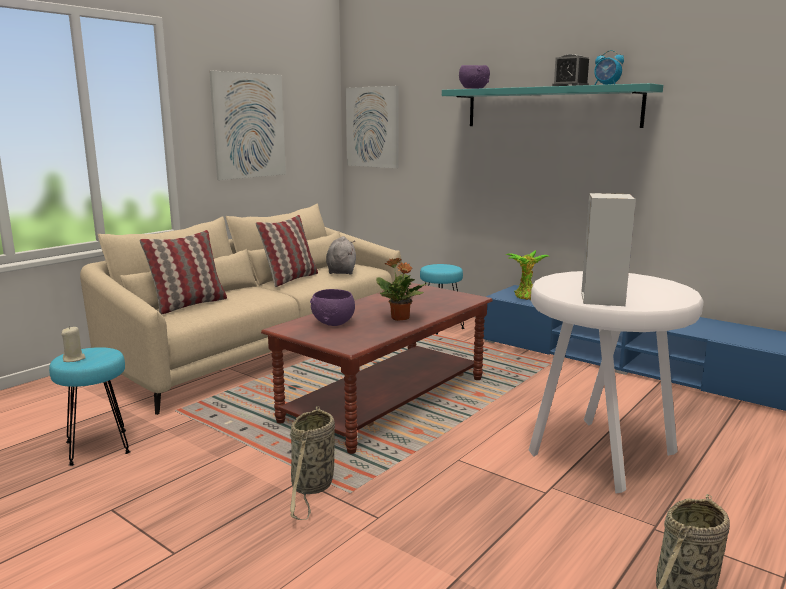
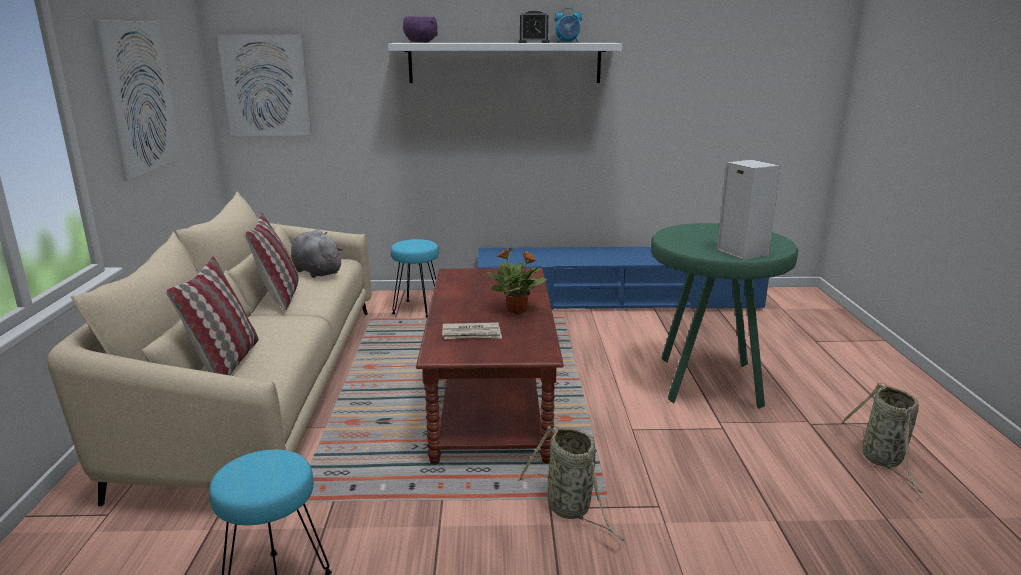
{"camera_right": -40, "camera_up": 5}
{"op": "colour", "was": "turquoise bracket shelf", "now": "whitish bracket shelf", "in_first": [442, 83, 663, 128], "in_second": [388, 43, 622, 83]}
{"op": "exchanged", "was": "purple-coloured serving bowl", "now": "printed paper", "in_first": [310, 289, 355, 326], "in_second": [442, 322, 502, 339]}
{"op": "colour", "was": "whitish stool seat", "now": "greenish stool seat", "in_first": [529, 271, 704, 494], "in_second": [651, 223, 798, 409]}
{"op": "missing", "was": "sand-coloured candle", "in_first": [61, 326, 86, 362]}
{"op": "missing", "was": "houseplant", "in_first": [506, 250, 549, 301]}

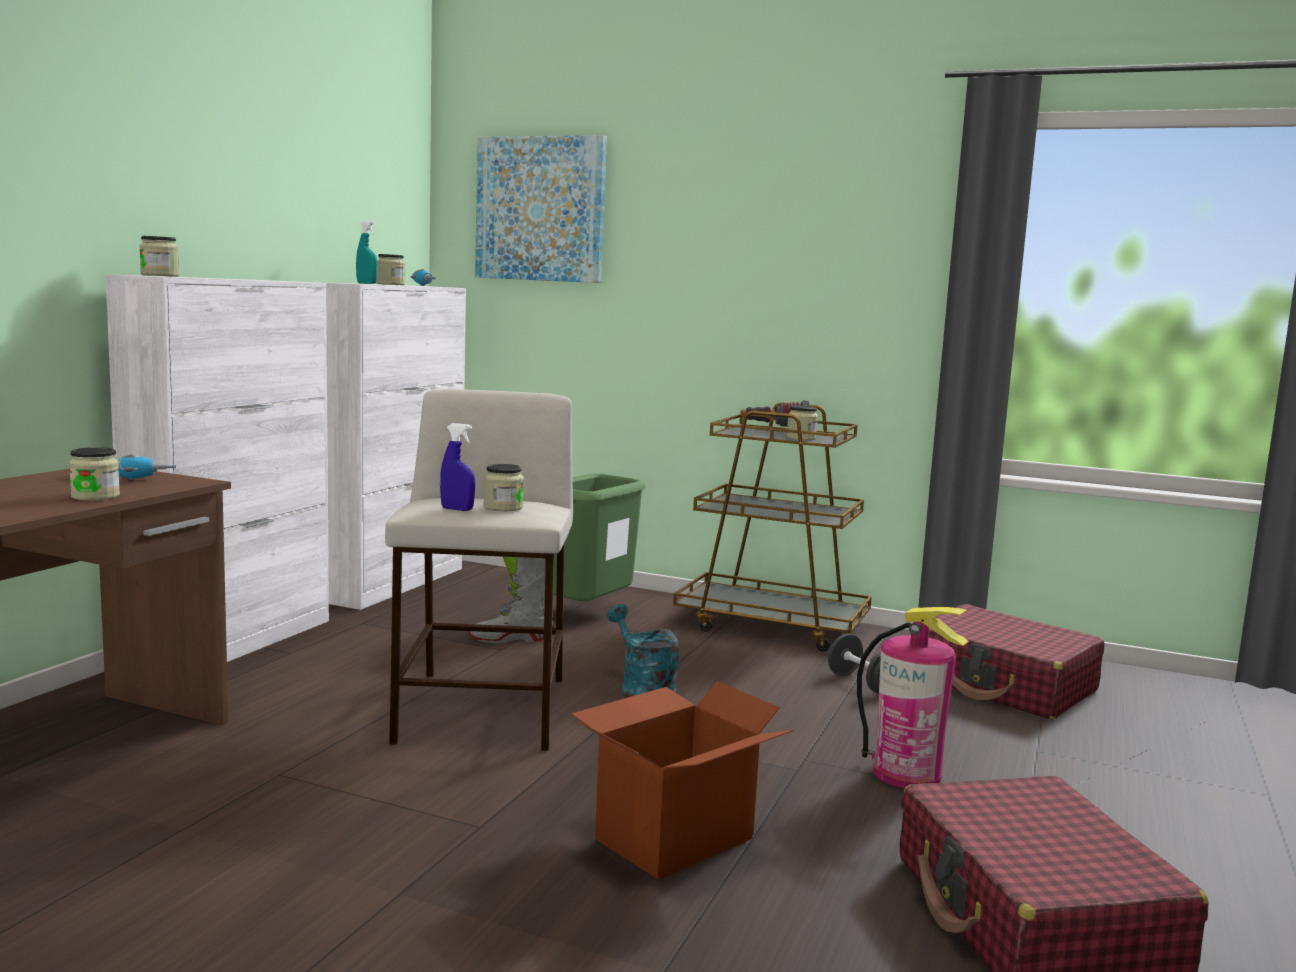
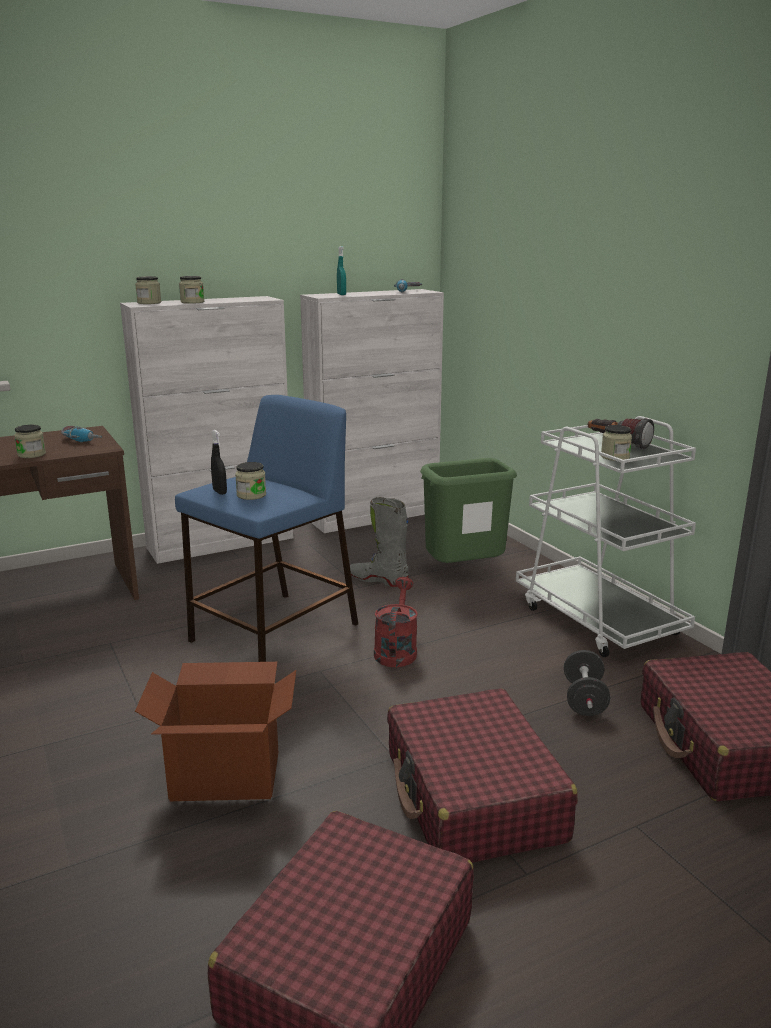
{"camera_right": 40, "camera_up": 10}
{"op": "colour", "was": "sand-coloured stool seat", "now": "bluish stool seat", "in_first": [385, 389, 573, 751], "in_second": [175, 395, 358, 662]}
{"op": "relocated", "was": "preserve jar", "in_first": [377, 254, 405, 285], "in_second": [179, 276, 204, 304]}
{"op": "colour", "was": "bluish sprayer", "now": "blackish sprayer", "in_first": [440, 423, 475, 511], "in_second": [211, 430, 227, 495]}
{"op": "colour", "was": "turquoise watering pot", "now": "reddish watering pot", "in_first": [607, 604, 679, 698], "in_second": [374, 577, 418, 667]}
{"op": "exchanged", "was": "fire extinguisher", "now": "reddish suitcase", "in_first": [857, 607, 969, 789], "in_second": [387, 688, 578, 863]}
{"op": "colour", "was": "brown-coloured trolley", "now": "whitish trolley", "in_first": [673, 402, 872, 651], "in_second": [516, 416, 696, 657]}
{"op": "missing", "was": "wall picture", "in_first": [475, 135, 607, 283]}

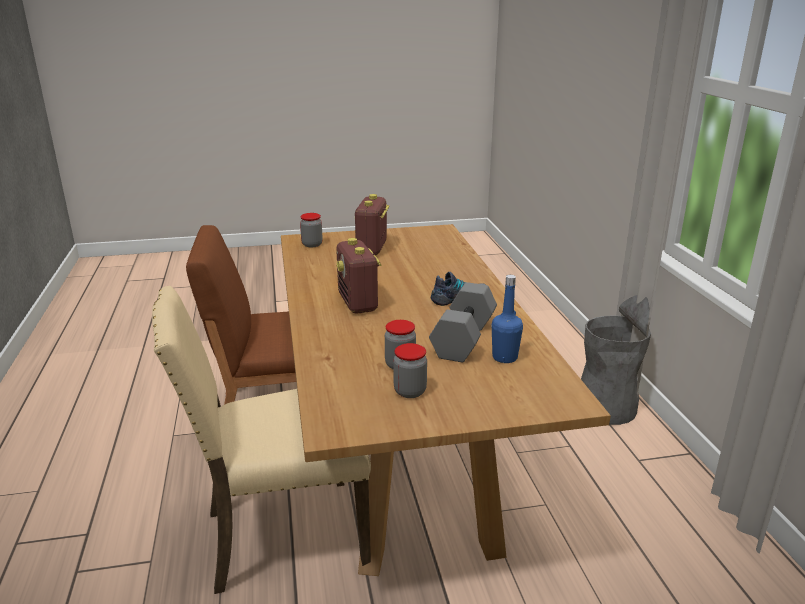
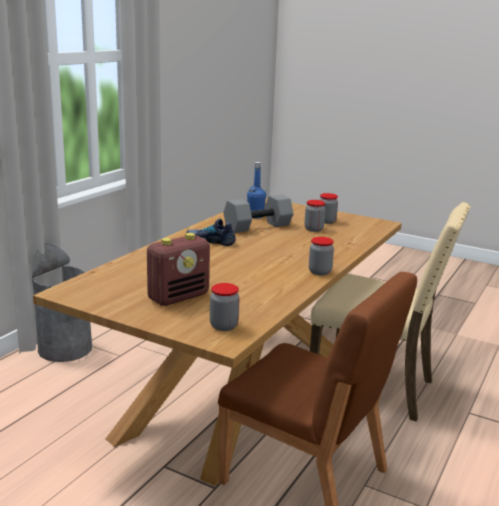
{"camera_right": -140, "camera_up": -5}
{"op": "appeared", "now": "preserve jar", "in_second": [309, 237, 334, 275]}
{"op": "missing", "was": "radio", "in_first": [336, 238, 382, 314]}

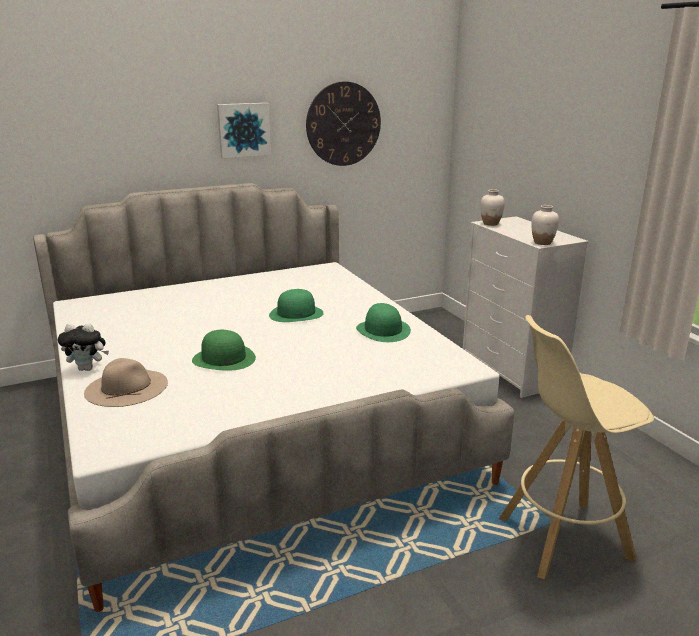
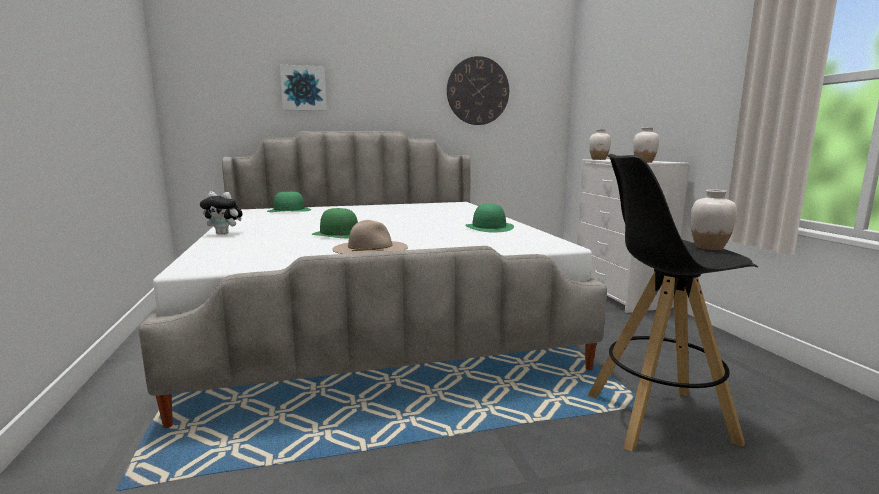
{"camera_right": 10, "camera_up": -10}
{"op": "relocated", "was": "greenish clothing hat", "in_first": [269, 289, 324, 322], "in_second": [267, 191, 311, 212]}
{"op": "relocated", "was": "wall picture", "in_first": [217, 103, 271, 158], "in_second": [280, 65, 327, 111]}
{"op": "relocated", "was": "sand-coloured clothing hat", "in_first": [84, 358, 168, 407], "in_second": [332, 220, 408, 254]}
{"op": "colour", "was": "sand-coloured stool seat", "now": "blackish stool seat", "in_first": [499, 315, 654, 580], "in_second": [587, 154, 758, 452]}
{"op": "appeared", "now": "whitish flower vase", "in_second": [690, 189, 737, 250]}

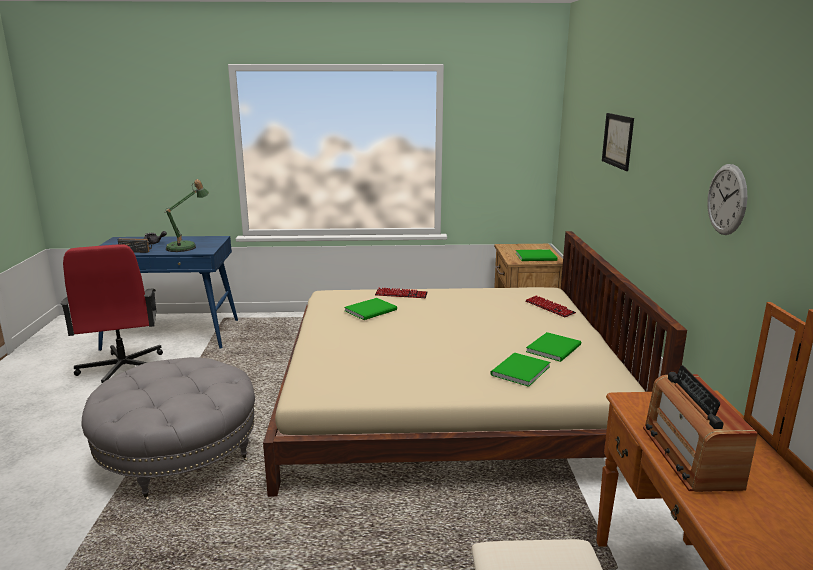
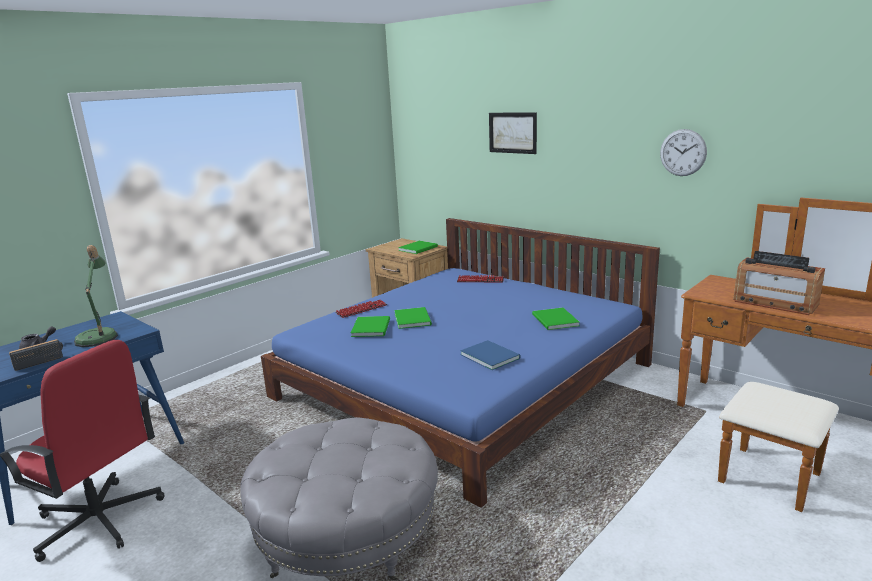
{"camera_right": -45, "camera_up": 0}
{"op": "colour", "was": "sand-coloured bed", "now": "bluish bed", "in_first": [263, 231, 687, 497], "in_second": [261, 218, 660, 508]}
{"op": "relocated", "was": "greenish book", "in_first": [526, 332, 581, 362], "in_second": [394, 307, 432, 329]}
{"op": "appeared", "now": "bluish book", "in_second": [460, 340, 521, 370]}

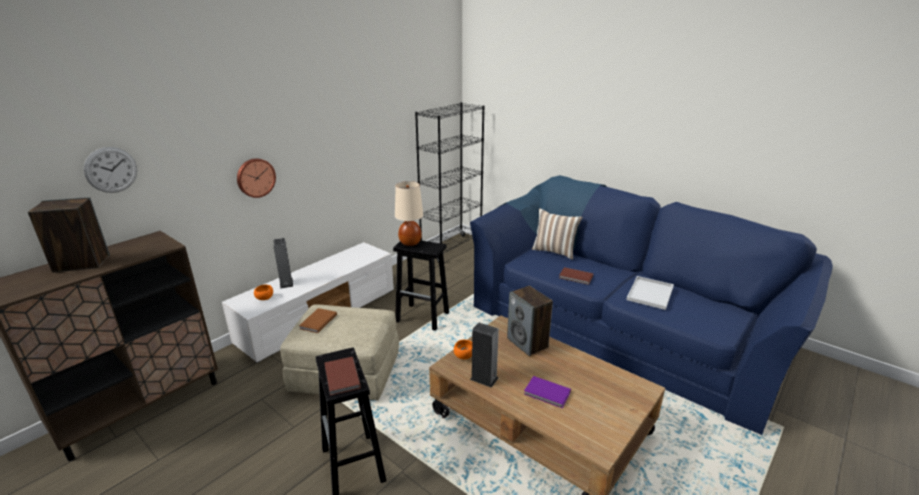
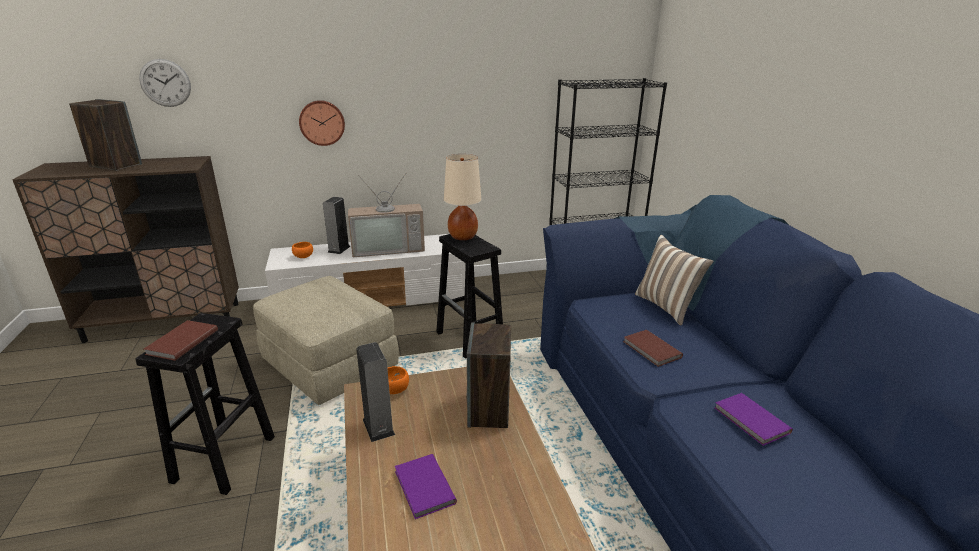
{"camera_right": 35, "camera_up": 0}
{"op": "appeared", "now": "TV", "in_second": [348, 172, 425, 257]}
{"op": "exchanged", "was": "whitish tray", "now": "purple-coloured book", "in_first": [626, 276, 674, 310], "in_second": [715, 393, 793, 446]}
{"op": "missing", "was": "brown-coloured book", "in_first": [299, 308, 337, 333]}

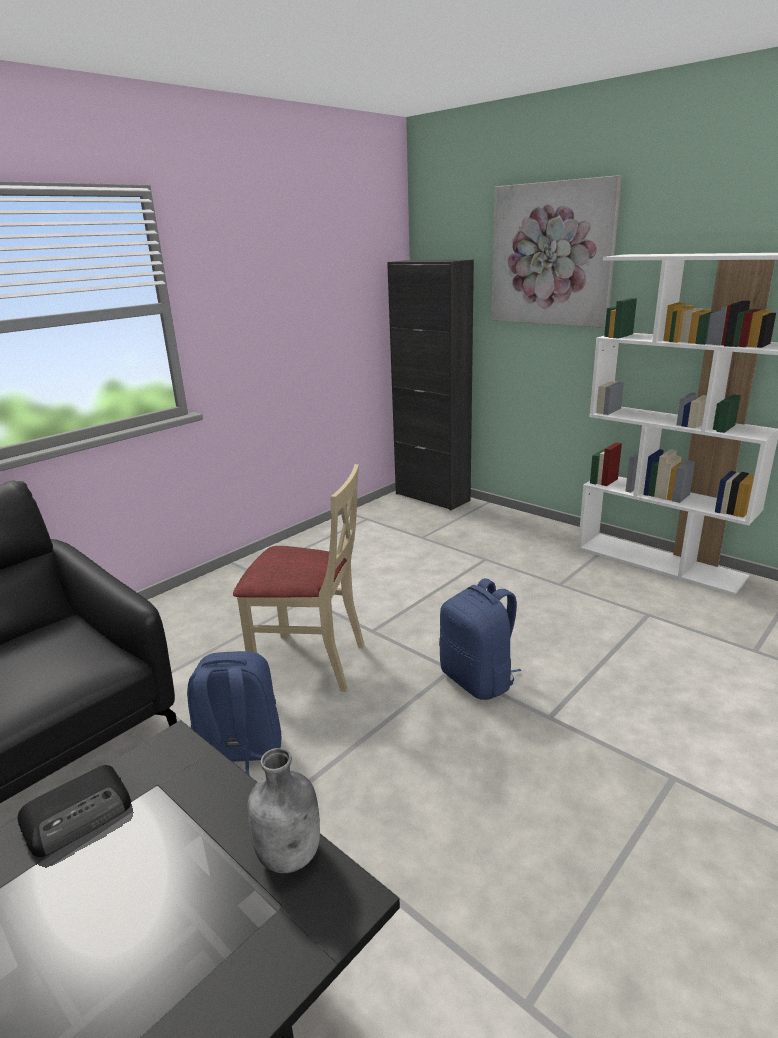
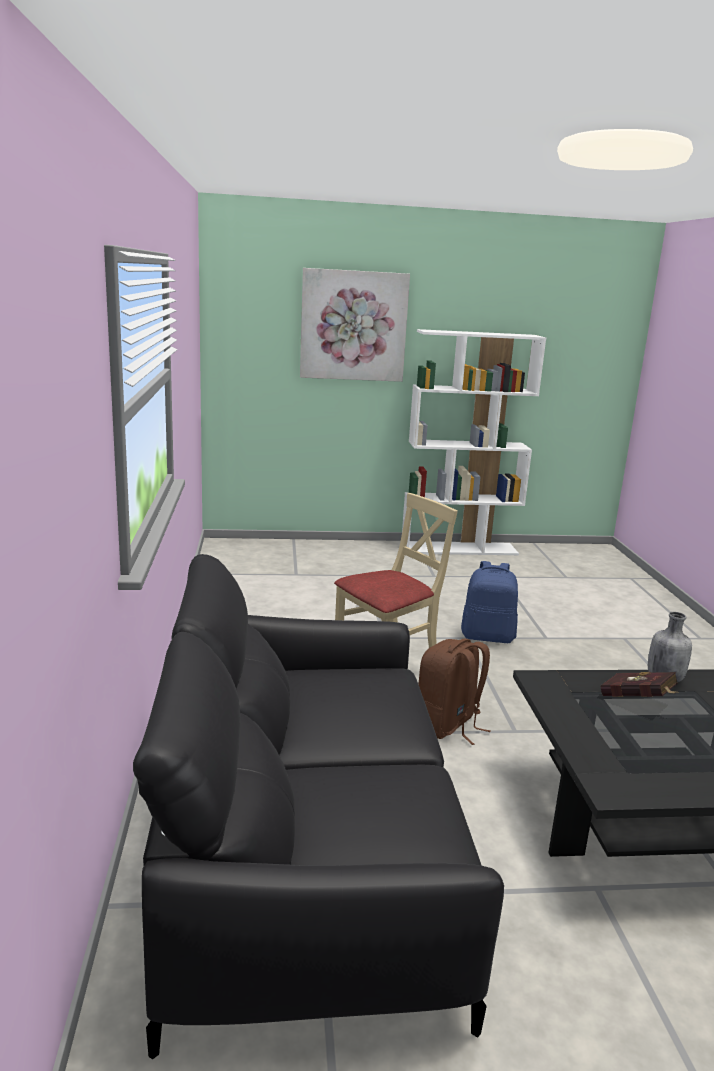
{"camera_right": -50, "camera_up": -5}
{"op": "colour", "was": "bluish rucksack", "now": "brown-coloured rucksack", "in_first": [187, 651, 281, 776], "in_second": [418, 638, 491, 745]}
{"op": "appeared", "now": "reddish book", "in_second": [601, 672, 678, 697]}
{"op": "missing", "was": "radio", "in_first": [17, 765, 131, 857]}
{"op": "missing", "was": "blackish storage cabinet", "in_first": [387, 260, 474, 510]}

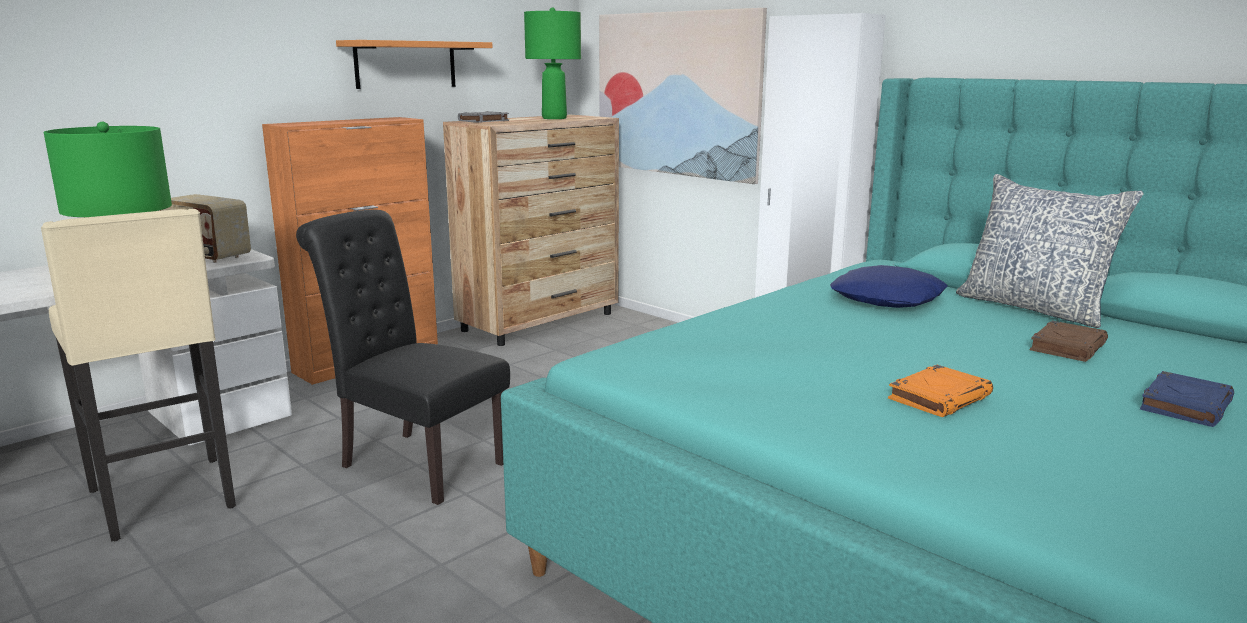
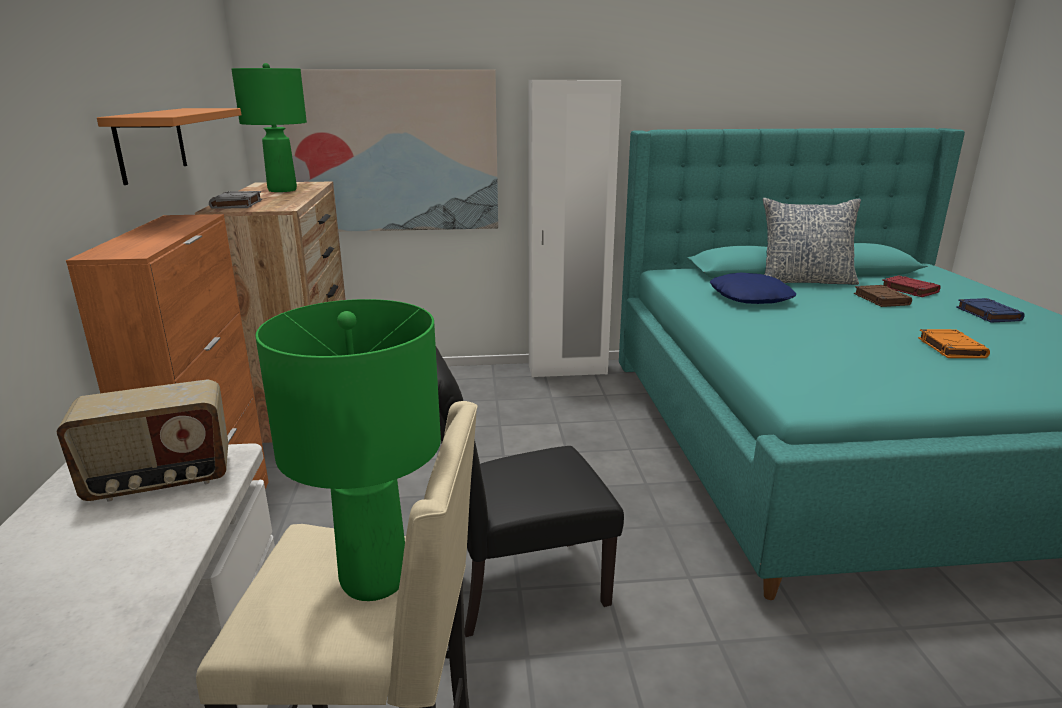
{"camera_right": -50, "camera_up": 5}
{"op": "appeared", "now": "reddish book", "in_second": [882, 275, 941, 297]}

